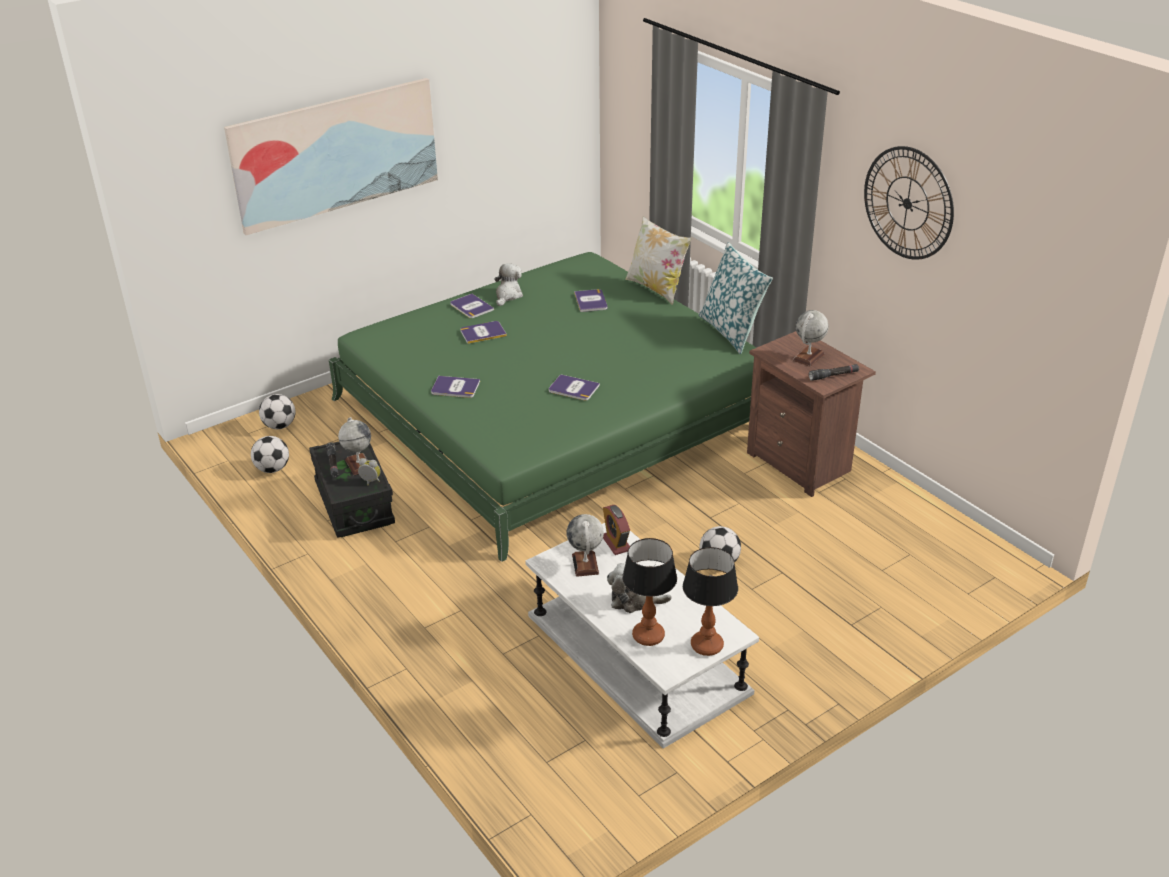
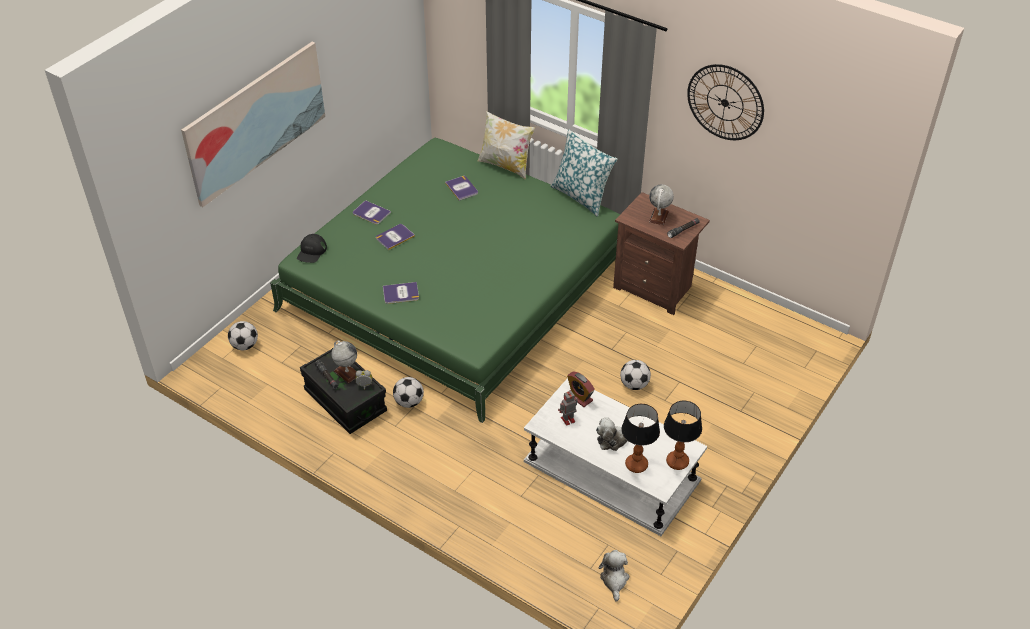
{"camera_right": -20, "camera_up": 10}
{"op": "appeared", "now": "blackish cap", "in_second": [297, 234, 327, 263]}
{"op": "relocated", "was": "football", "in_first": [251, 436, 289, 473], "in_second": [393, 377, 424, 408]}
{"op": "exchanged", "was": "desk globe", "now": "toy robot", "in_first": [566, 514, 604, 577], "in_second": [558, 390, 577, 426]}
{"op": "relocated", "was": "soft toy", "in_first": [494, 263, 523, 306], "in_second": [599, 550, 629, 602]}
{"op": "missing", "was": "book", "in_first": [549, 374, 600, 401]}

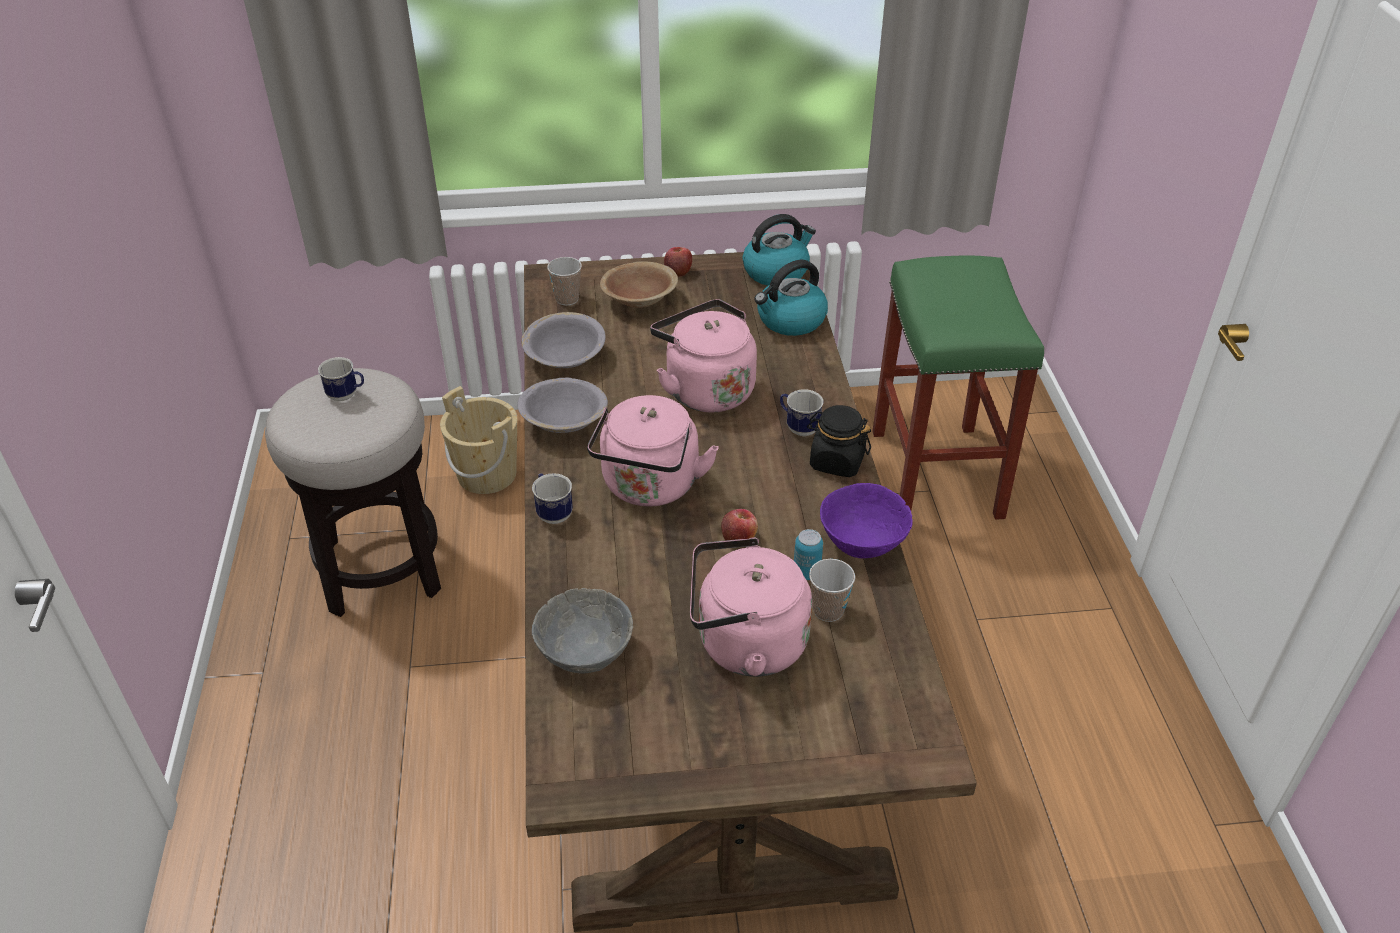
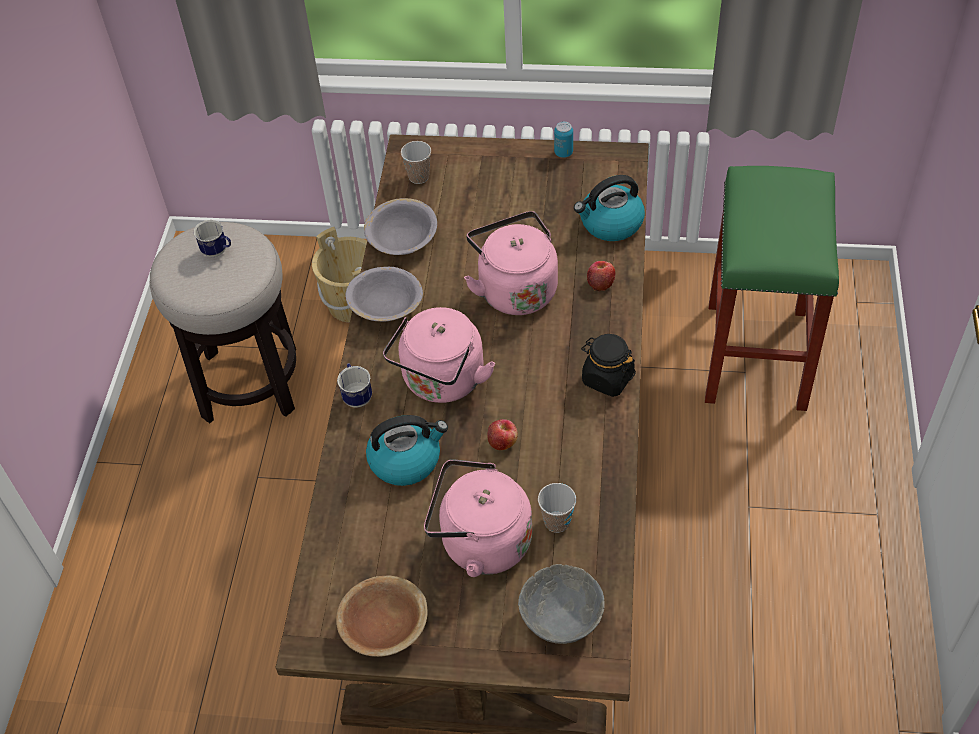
{"camera_right": 15, "camera_up": 10}
{"op": "relocated", "was": "brown-coloured serving bowl", "in_first": [600, 261, 678, 308], "in_second": [336, 575, 428, 657]}
{"op": "relocated", "was": "tea kettle", "in_first": [743, 214, 816, 286], "in_second": [366, 415, 448, 486]}
{"op": "relocated", "was": "greyish serving bowl", "in_first": [532, 588, 633, 673], "in_second": [518, 564, 605, 644]}
{"op": "relocated", "was": "sealed can", "in_first": [794, 529, 823, 580], "in_second": [554, 122, 573, 158]}
{"op": "relocated", "was": "apple", "in_first": [664, 247, 692, 277], "in_second": [587, 261, 616, 291]}
{"op": "missing", "was": "mug", "in_first": [780, 389, 824, 436]}
{"op": "missing", "was": "purple-coloured serving bowl", "in_first": [820, 483, 913, 558]}

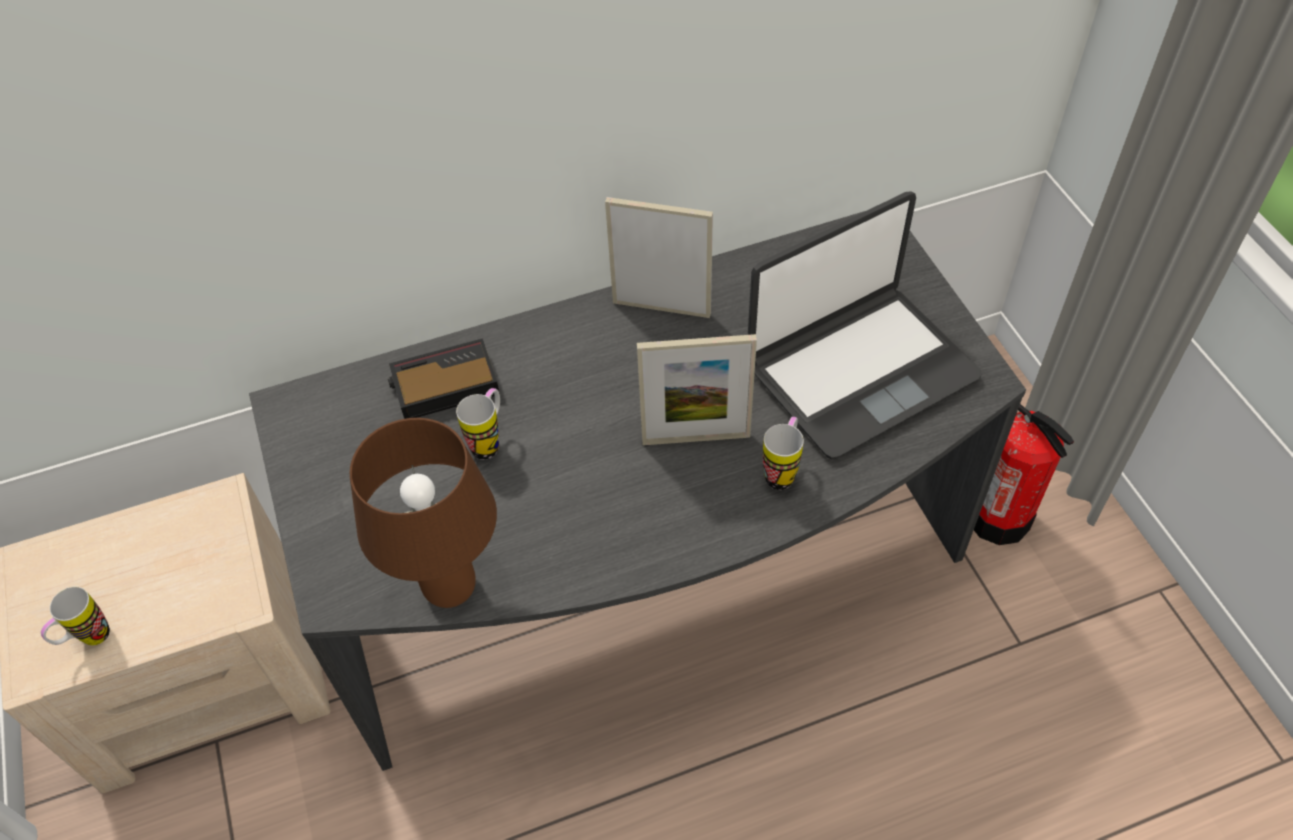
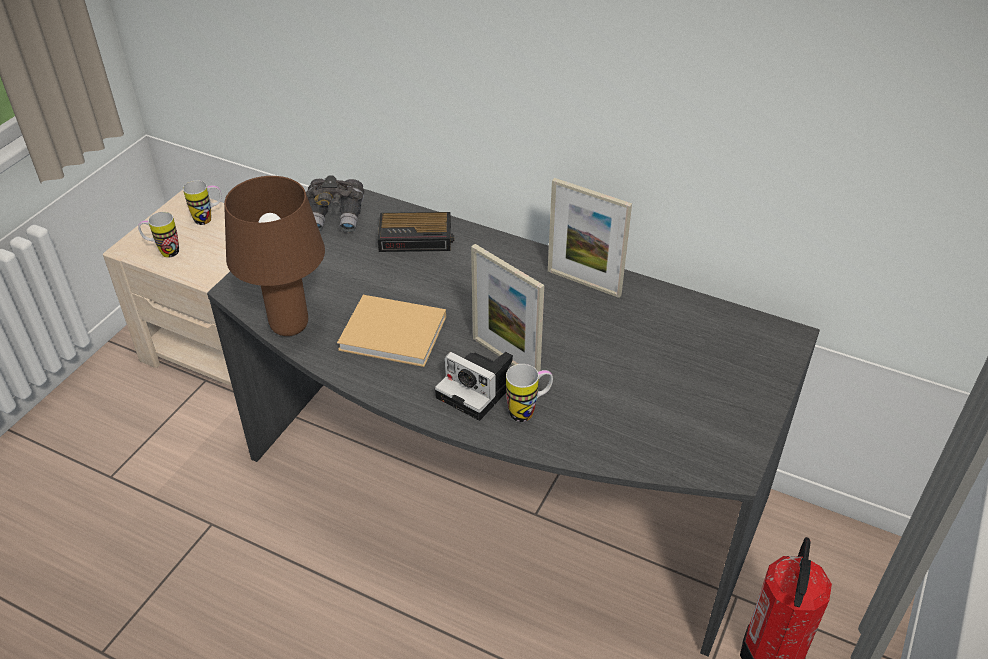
{"camera_right": 45, "camera_up": -10}
{"op": "relocated", "was": "mug", "in_first": [456, 388, 500, 460], "in_second": [183, 180, 221, 225]}
{"op": "appeared", "now": "greyish field glasses", "in_second": [306, 176, 364, 233]}
{"op": "appeared", "now": "sand-coloured book", "in_second": [337, 295, 446, 367]}
{"op": "spun", "was": "bedside clock", "in_first": [388, 338, 500, 419], "in_second": [378, 212, 454, 252], "clockwise": 150}
{"op": "appeared", "now": "still camera", "in_second": [435, 352, 513, 421]}
{"op": "spun", "was": "picture frame", "in_first": [605, 197, 713, 318], "in_second": [548, 178, 632, 298], "clockwise": 150}
{"op": "missing", "was": "notebook computer", "in_first": [748, 191, 982, 460]}

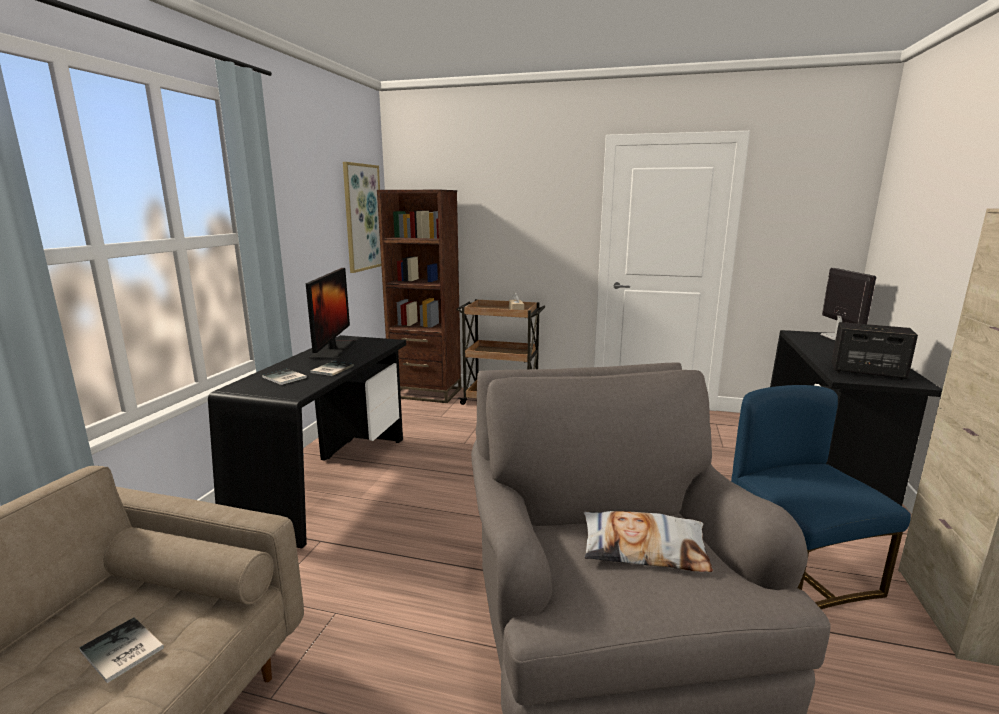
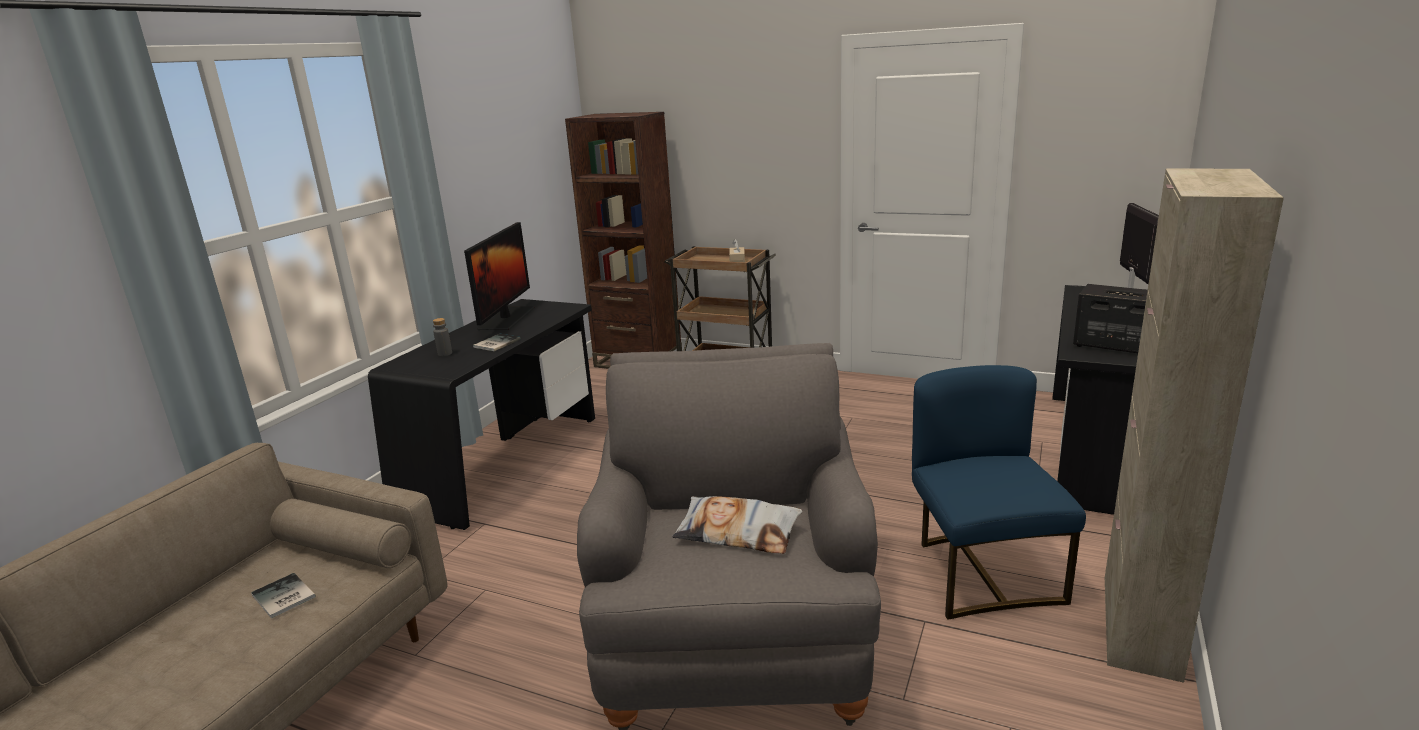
{"camera_right": 10, "camera_up": 5}
{"op": "exchanged", "was": "book", "now": "greyish bottle", "in_first": [262, 369, 307, 385], "in_second": [433, 318, 452, 356]}
{"op": "missing", "was": "wall picture", "in_first": [343, 162, 381, 273]}

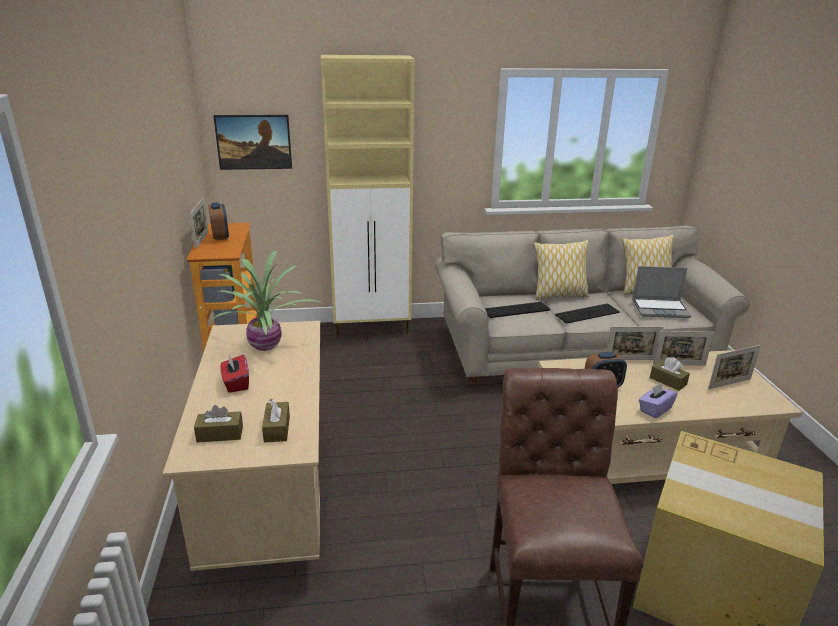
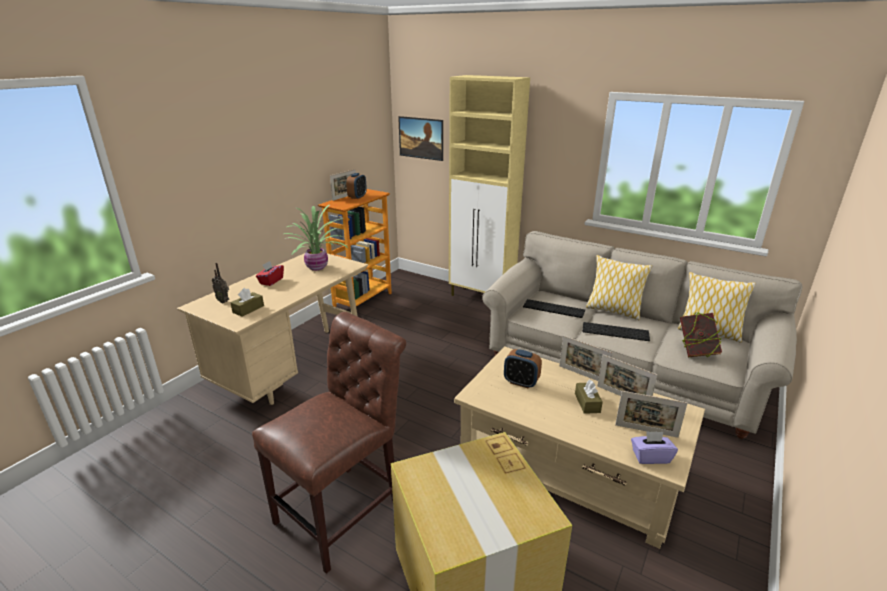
{"camera_right": 40, "camera_up": 0}
{"op": "exchanged", "was": "brown-coloured tissue holder", "now": "radio", "in_first": [194, 405, 243, 443], "in_second": [212, 263, 229, 303]}
{"op": "relocated", "was": "purple-coloured tissue holder", "in_first": [639, 383, 678, 418], "in_second": [631, 431, 678, 464]}
{"op": "exchanged", "was": "notebook computer", "now": "book", "in_first": [632, 266, 691, 318], "in_second": [680, 312, 722, 357]}

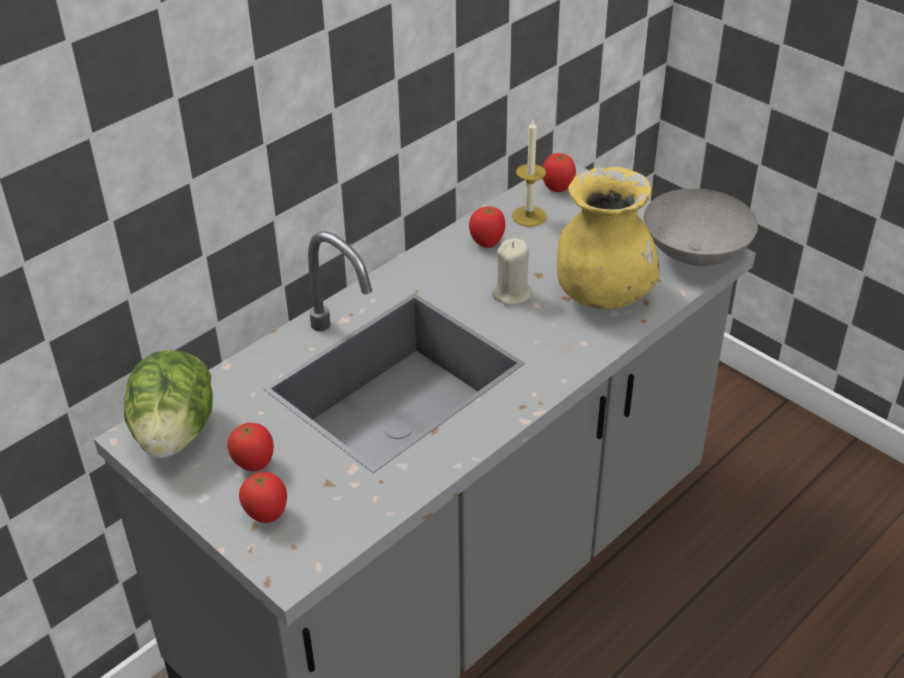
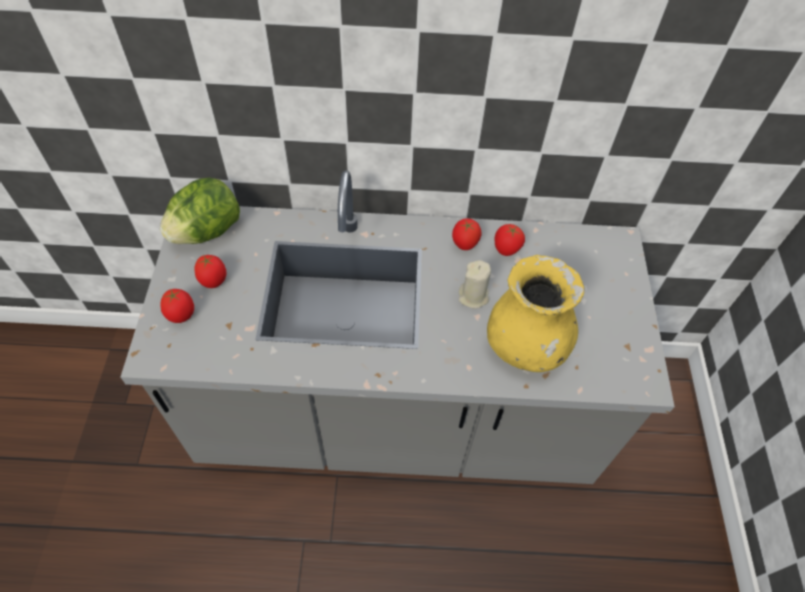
{"camera_right": 45, "camera_up": 15}
{"op": "relocated", "was": "fresh tomato", "in_first": [543, 153, 576, 192], "in_second": [452, 218, 482, 250]}
{"op": "missing", "was": "candle", "in_first": [512, 120, 547, 227]}
{"op": "missing", "was": "greyish serving bowl", "in_first": [644, 188, 758, 266]}

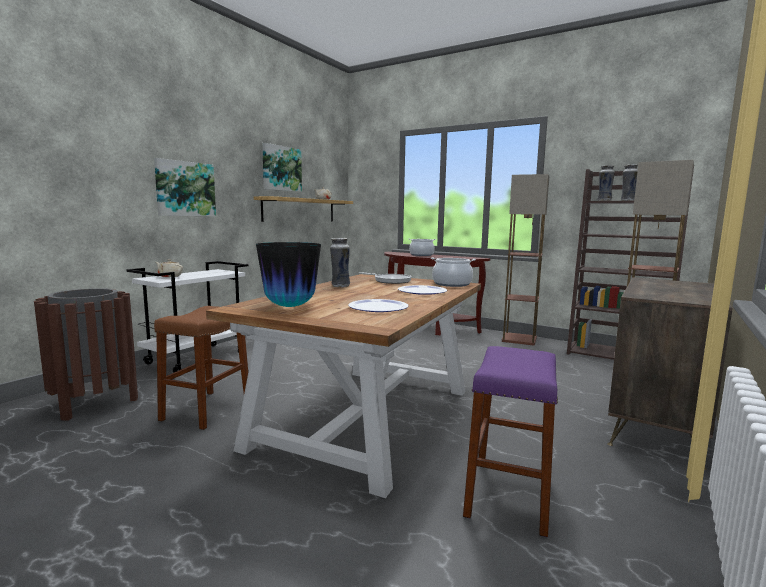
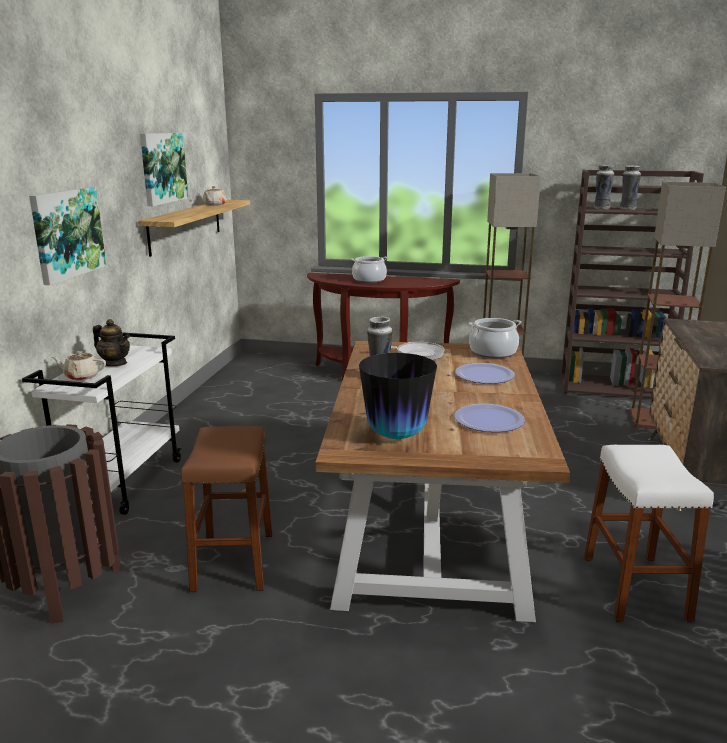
{"camera_right": -20, "camera_up": 10}
{"op": "appeared", "now": "teapot", "in_second": [93, 319, 130, 366]}
{"op": "colour", "was": "purple-coloured stool seat", "now": "whitish stool seat", "in_first": [463, 346, 558, 537], "in_second": [584, 445, 714, 622]}

